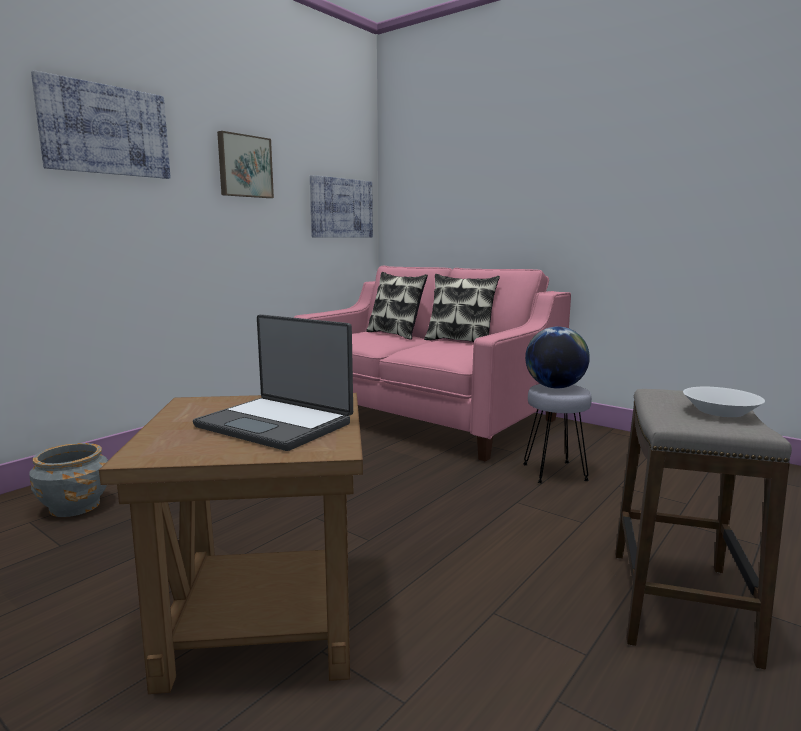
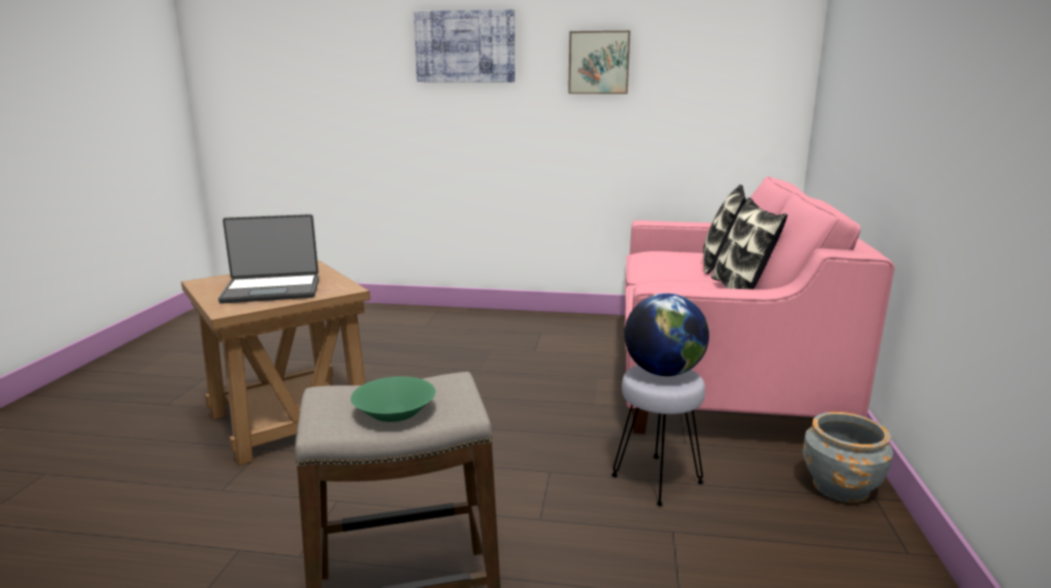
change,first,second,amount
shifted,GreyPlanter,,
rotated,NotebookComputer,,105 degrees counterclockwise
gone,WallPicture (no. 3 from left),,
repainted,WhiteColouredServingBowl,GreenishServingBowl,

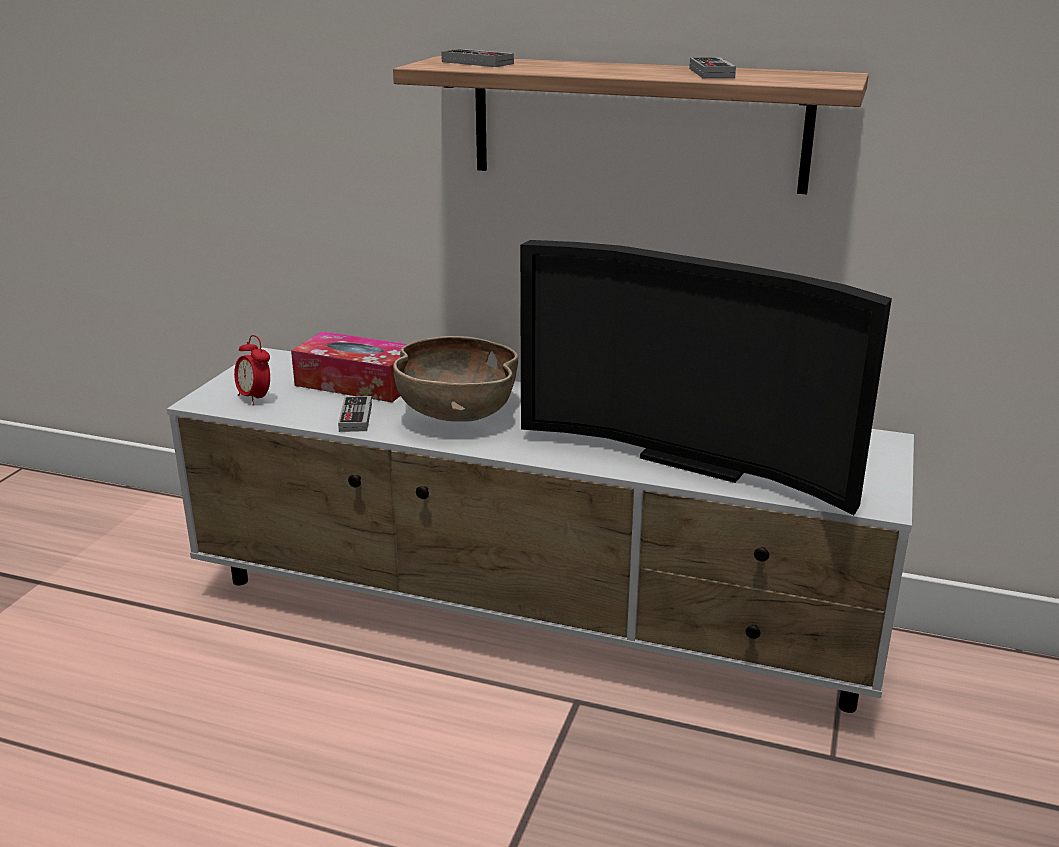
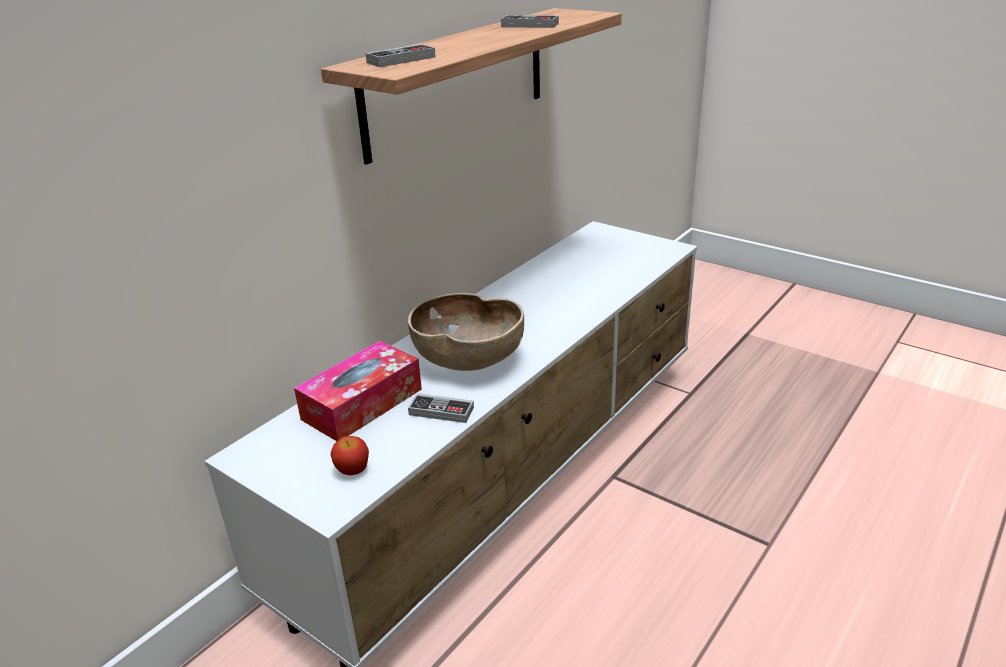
change,first,second,amount
swapped,AlarmClock,WholeApple,
gone,Television,,

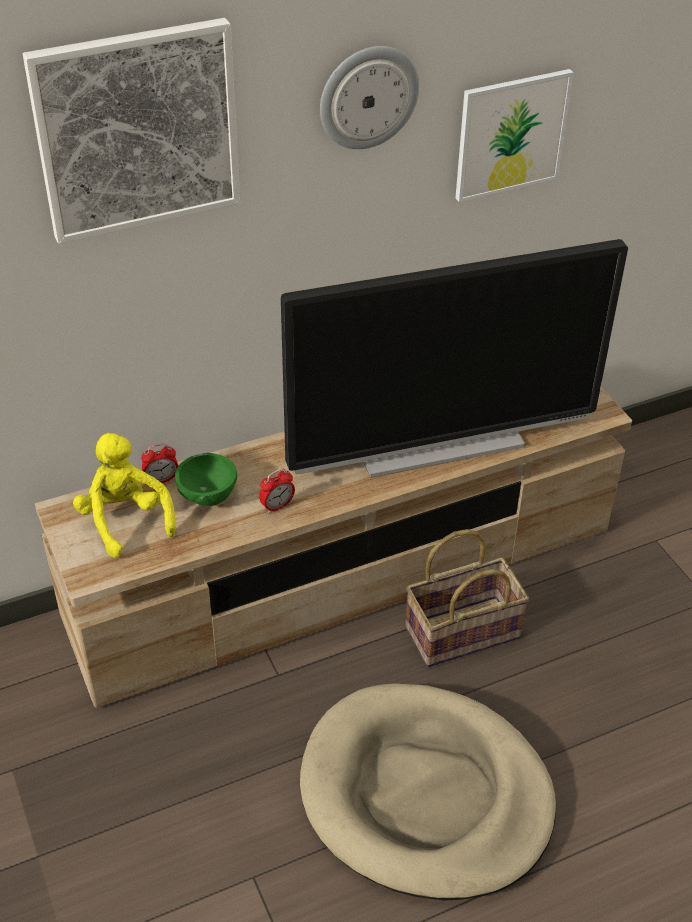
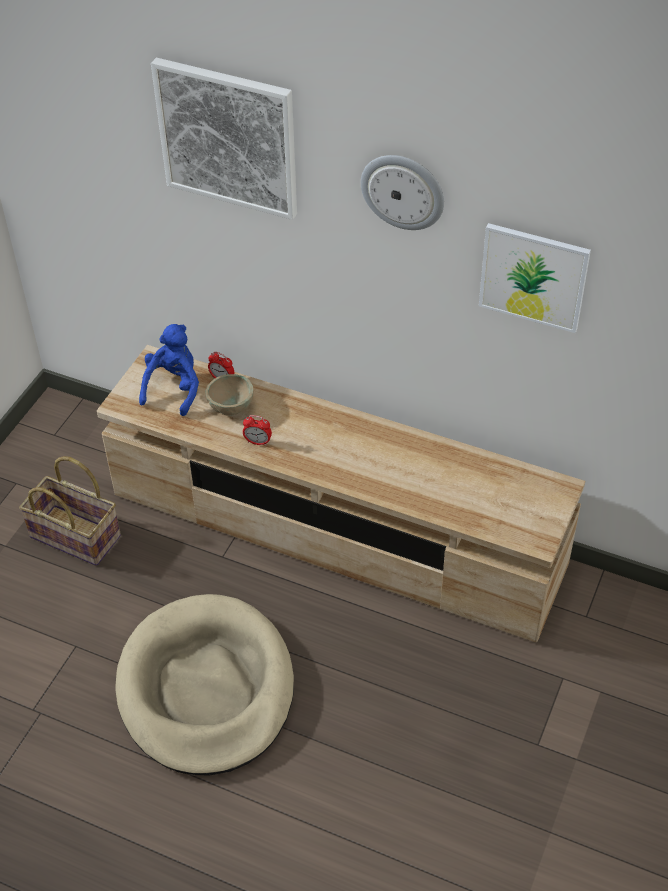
change,first,second,amount
repainted,YellowishSoftToy,BluishSoftToy,
repainted,GreenishServingBowl,BeigeServingBowl,
gone,Television,,
shifted,Basket,,

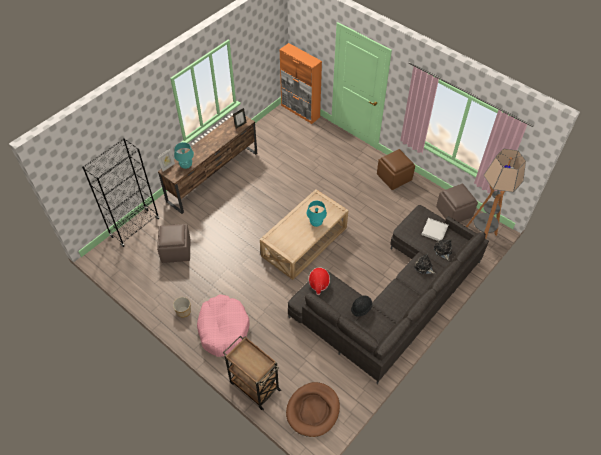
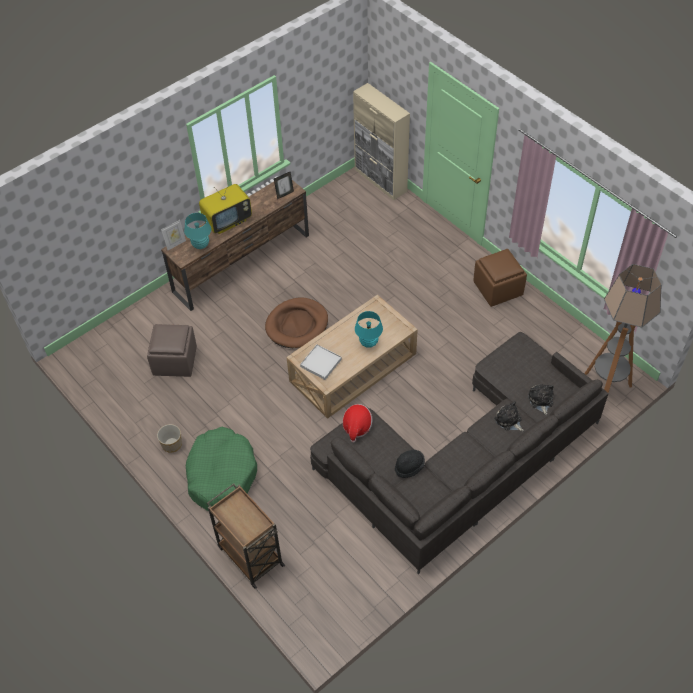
change,first,second,amount
gone,BlackBookshelf,,
repainted,PinkColouredPetBed,GreenishPetBed,
repainted,OrangeCabinet,BeigeCabinet,
shifted,BrownishPetBed,,
shifted,WhiteColouredCarryingTray,,
gone,BrownishOttoman (no. 3 from left),,
new,,Television,

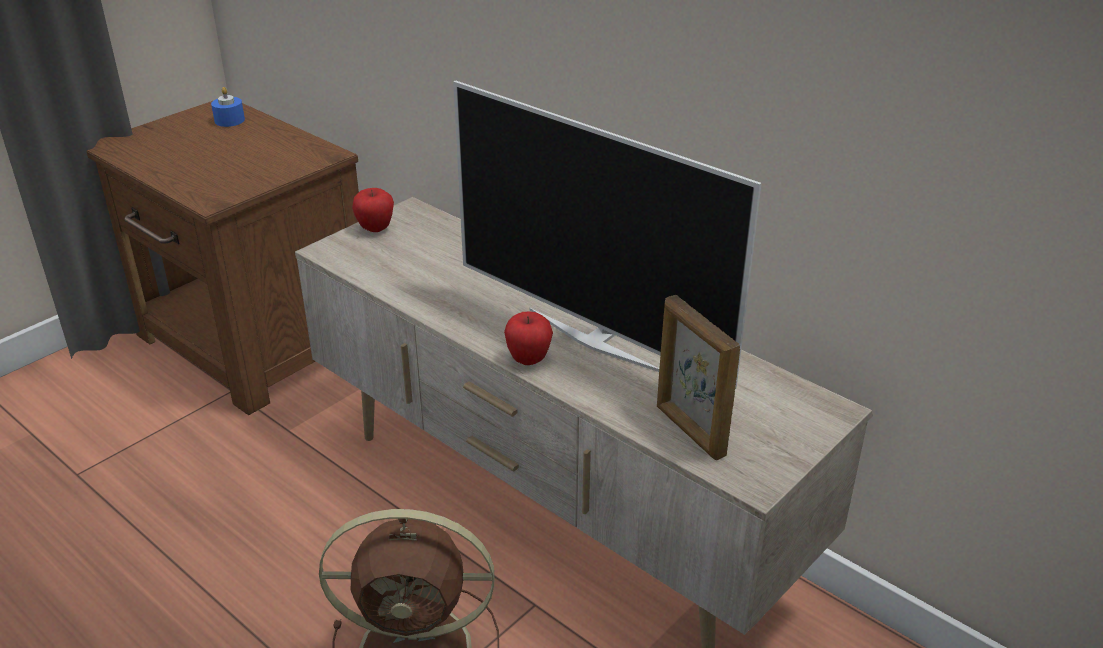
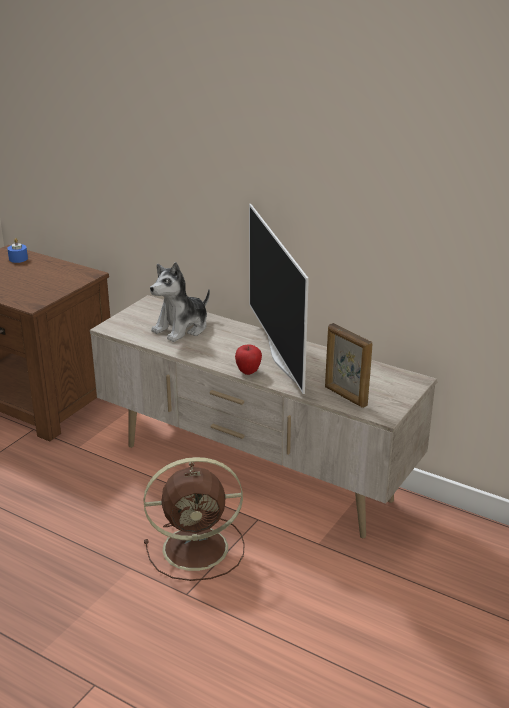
change,first,second,amount
gone,WholeApple (no. 1 from left),,
rotated,Television,,45 degrees clockwise
new,,SoftToy,

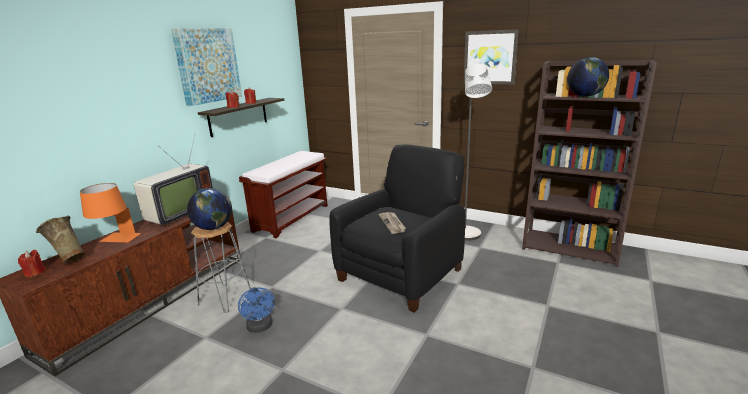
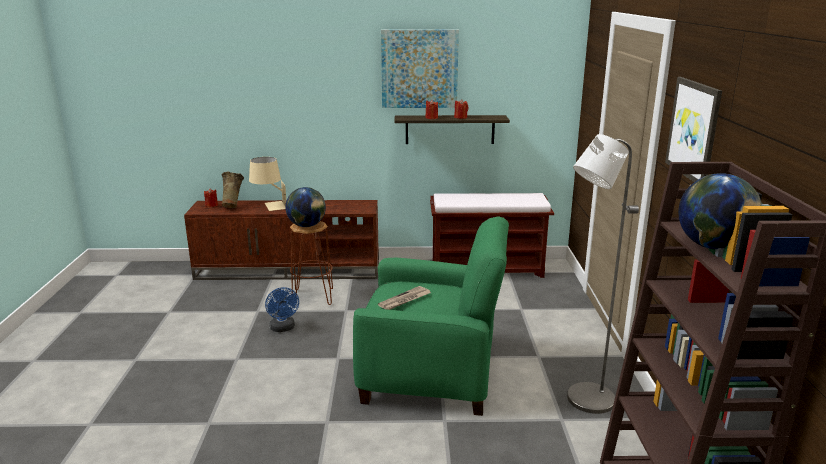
change,first,second,amount
repainted,OrangeTableLamp,BeigeTableLamp,
gone,Television,,
repainted,GreyStoolSeat,BrownishStoolSeat,
rotated,BluishFan,,60 degrees counterclockwise
repainted,BlackEasyChair,GreenishEasyChair,

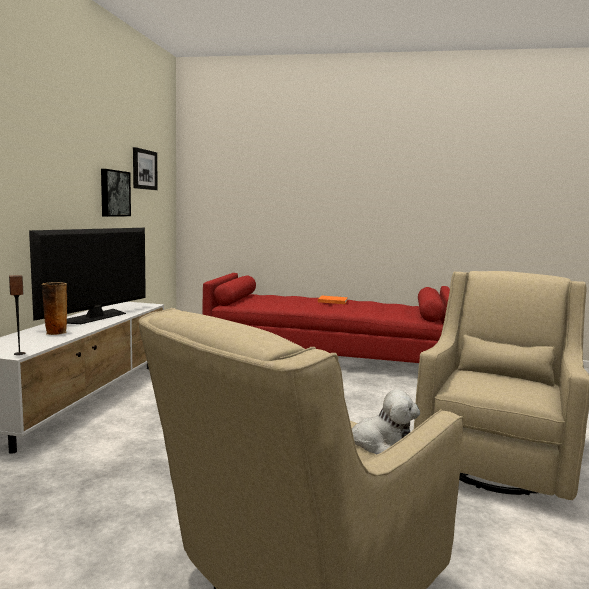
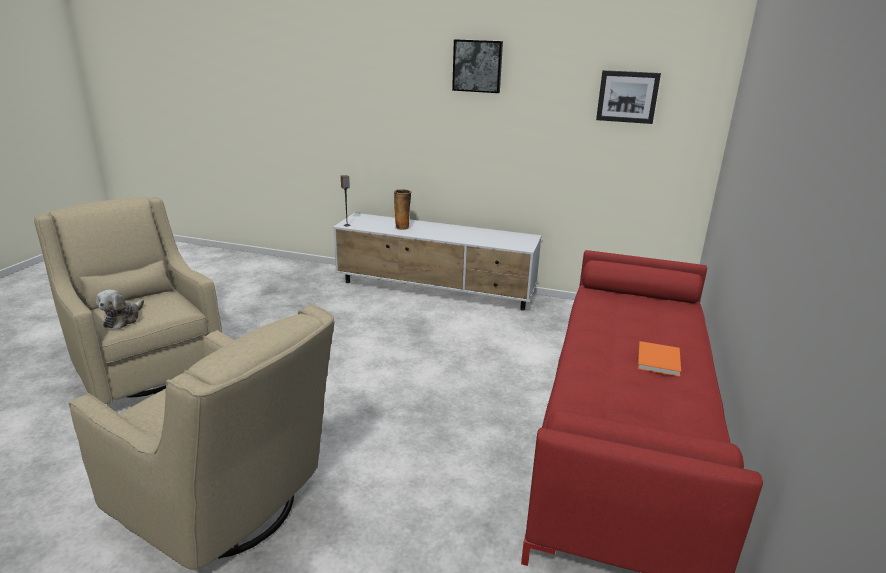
change,first,second,amount
gone,Television,,
shifted,WallPicture (no. 1 from left),,

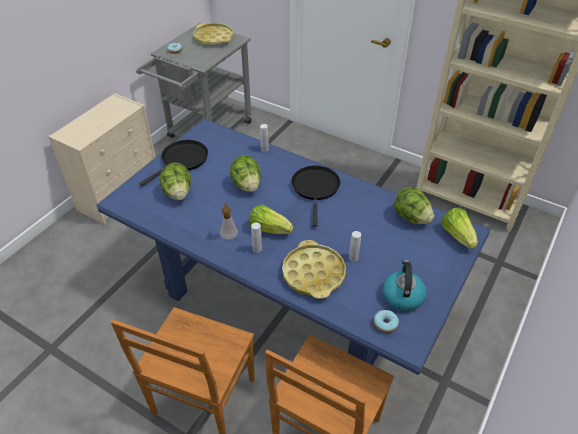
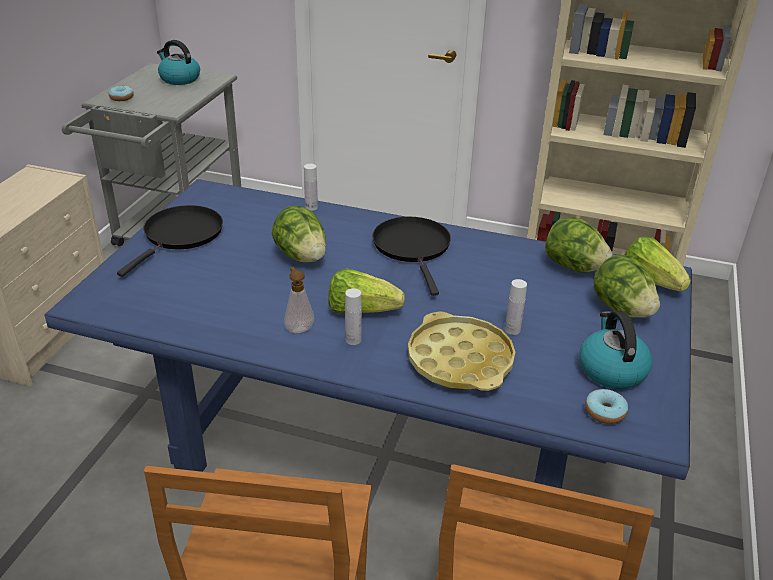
change,first,second,amount
shifted,Lettuce (no. 1 from left in the first image),Lettuce (no. 4 from left),
swapped,YellowishCarryingTray (no. 1 from left),Kettle (no. 1 from left),

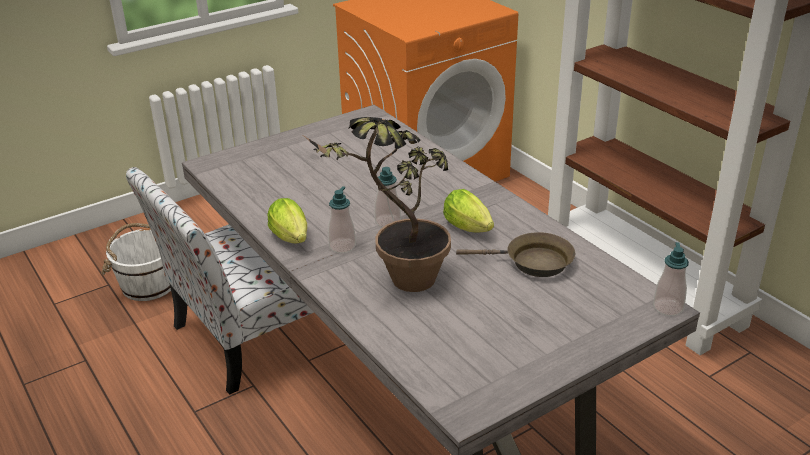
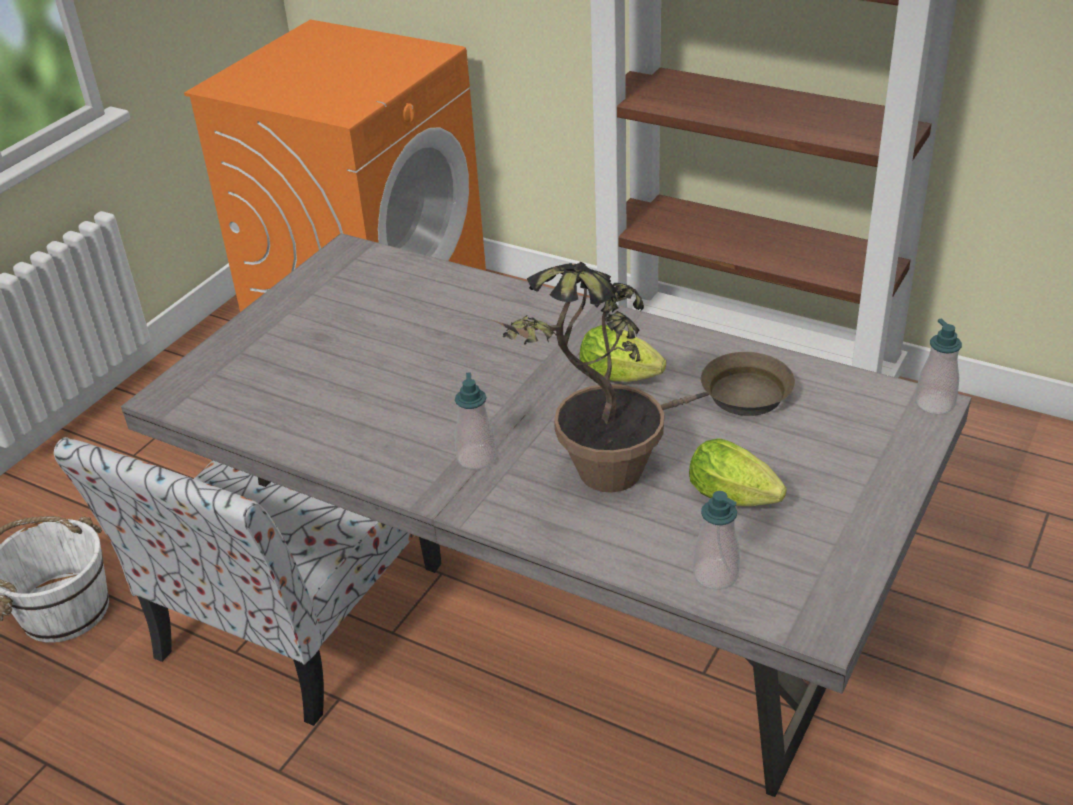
change,first,second,amount
shifted,Lettuce (no. 1 from left in the first image),Lettuce (no. 2 from left),
shifted,SoapBottle (no. 2 from left),,

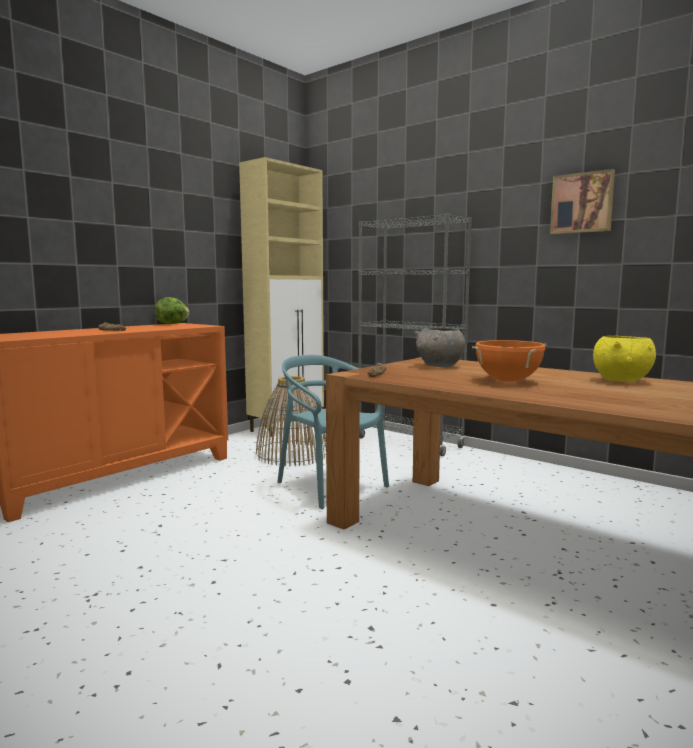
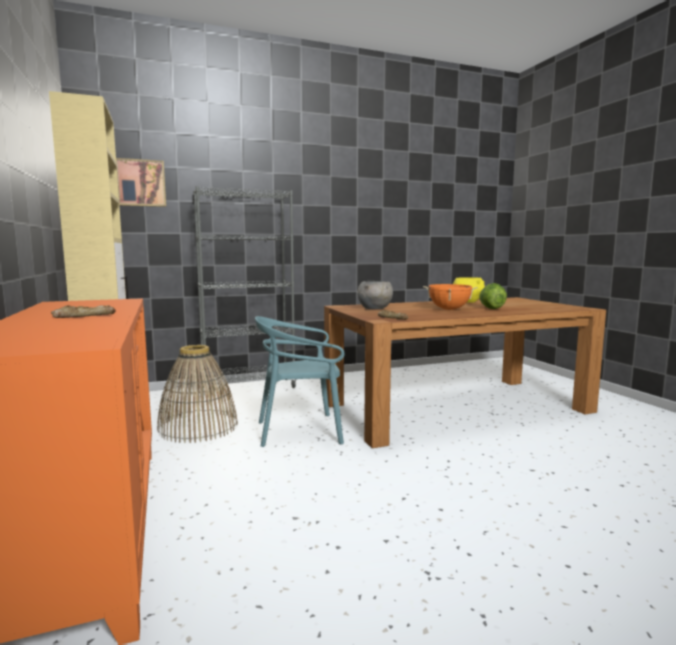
change,first,second,amount
shifted,Lettuce,,
shifted,WallPicture,,

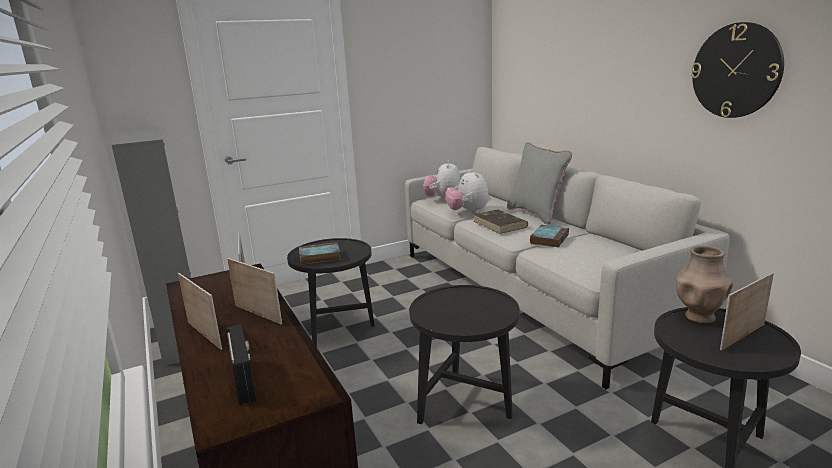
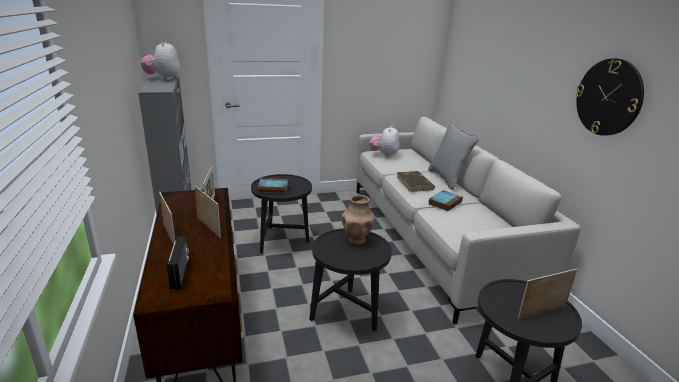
change,first,second,amount
shifted,SoftToy (no. 2 from left in the first image),SoftToy (no. 1 from left),
shifted,BrownishFlowerVase,,

